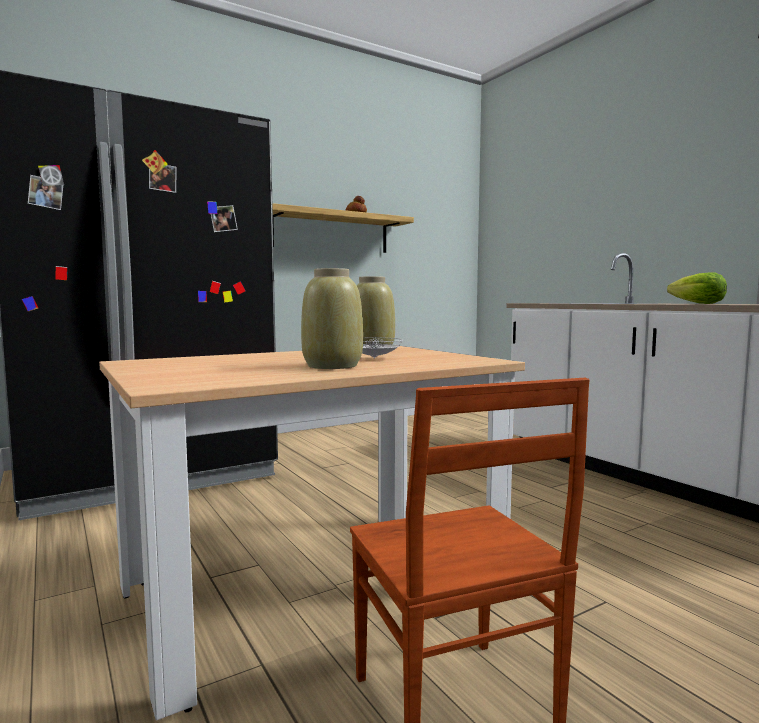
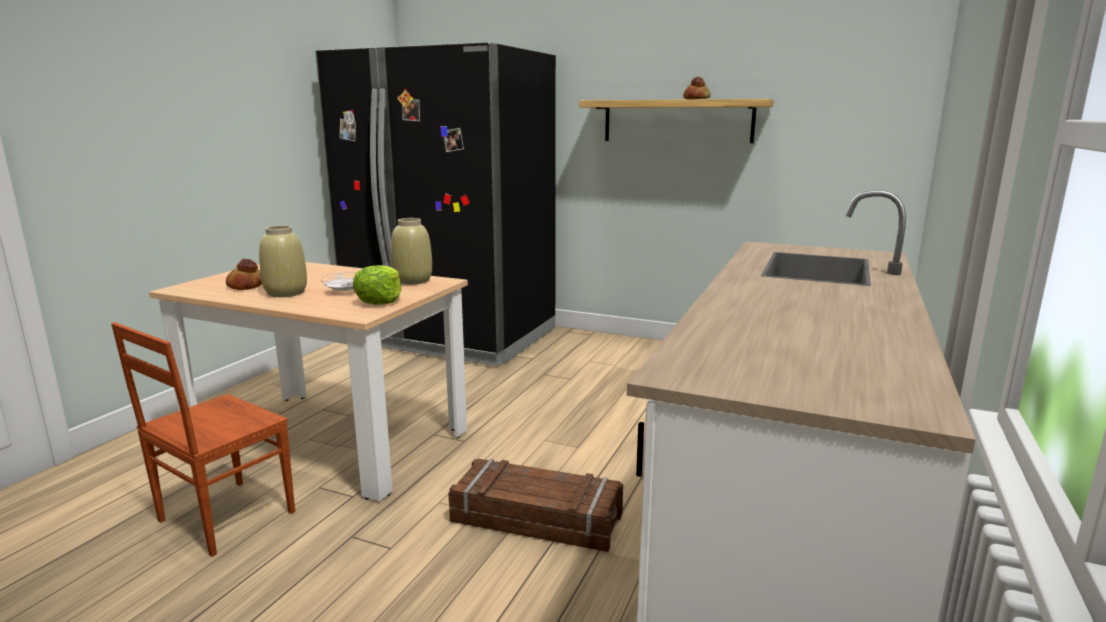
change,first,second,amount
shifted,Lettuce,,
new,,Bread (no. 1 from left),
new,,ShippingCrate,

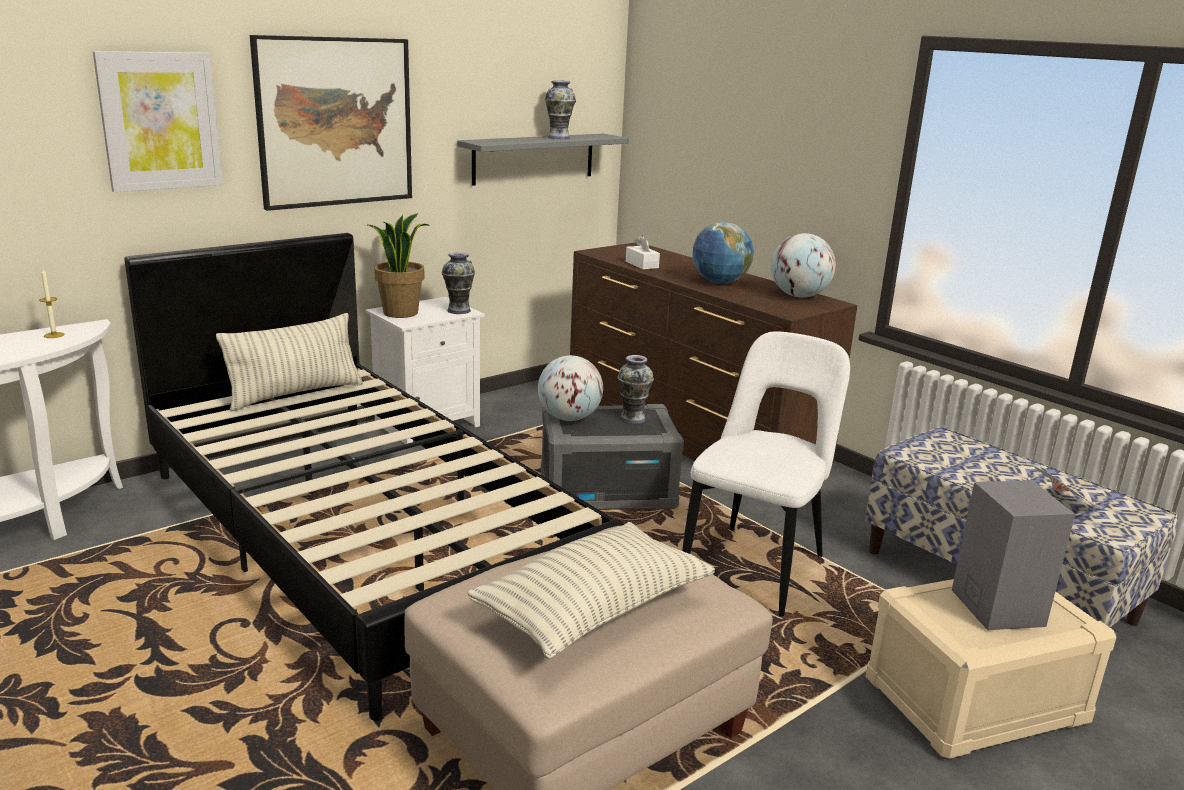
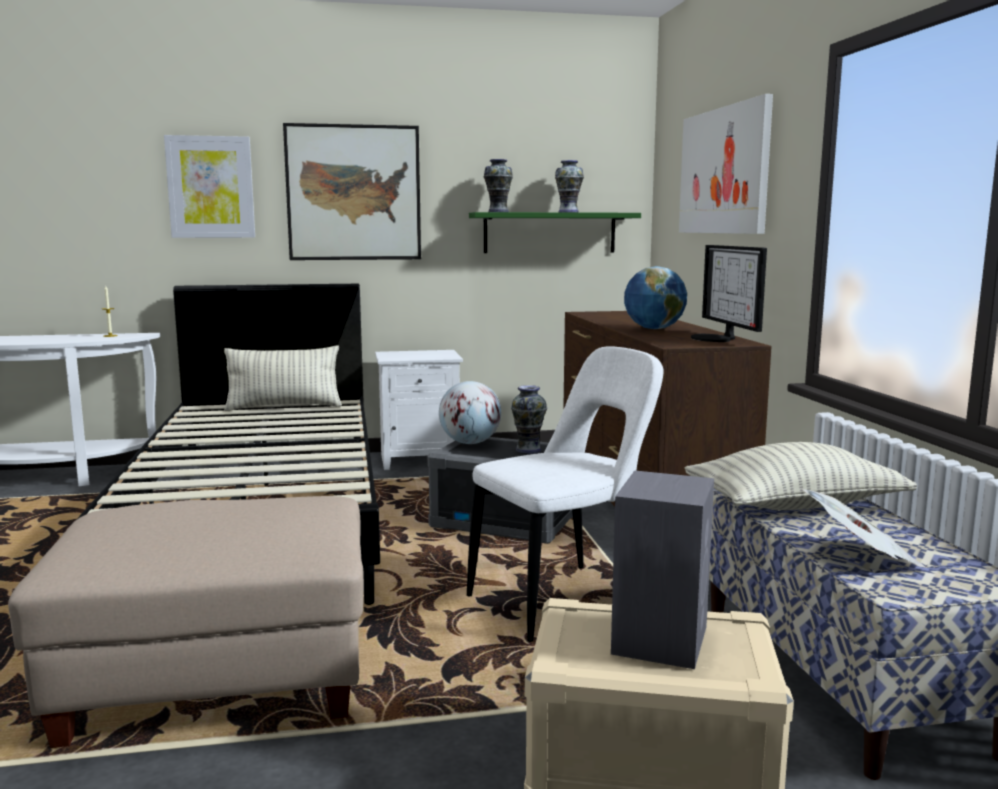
change,first,second,amount
gone,PottedPlant,,
shifted,FlowerVase (no. 1 from left),,
repainted,GreyShelf,GreenishShelf,
shifted,Cushion (no. 2 from left),,
gone,WhiteColouredTissueHolder,,
swapped,DeskGlobe (no. 3 from left),ComputerScreen,
new,,WallPicture (no. 3 from left),

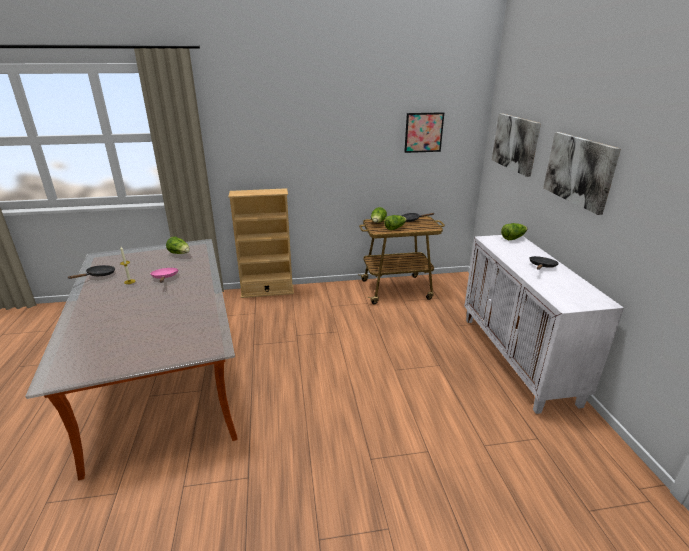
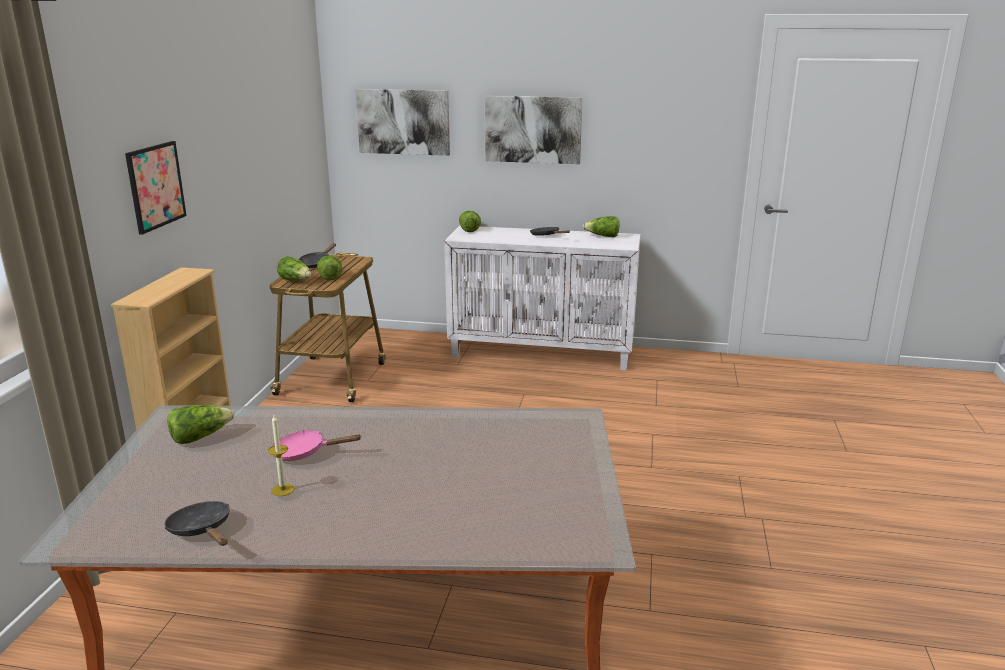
change,first,second,amount
shifted,WallPicture (no. 1 from left),,
new,,Lettuce (no. 5 from left),

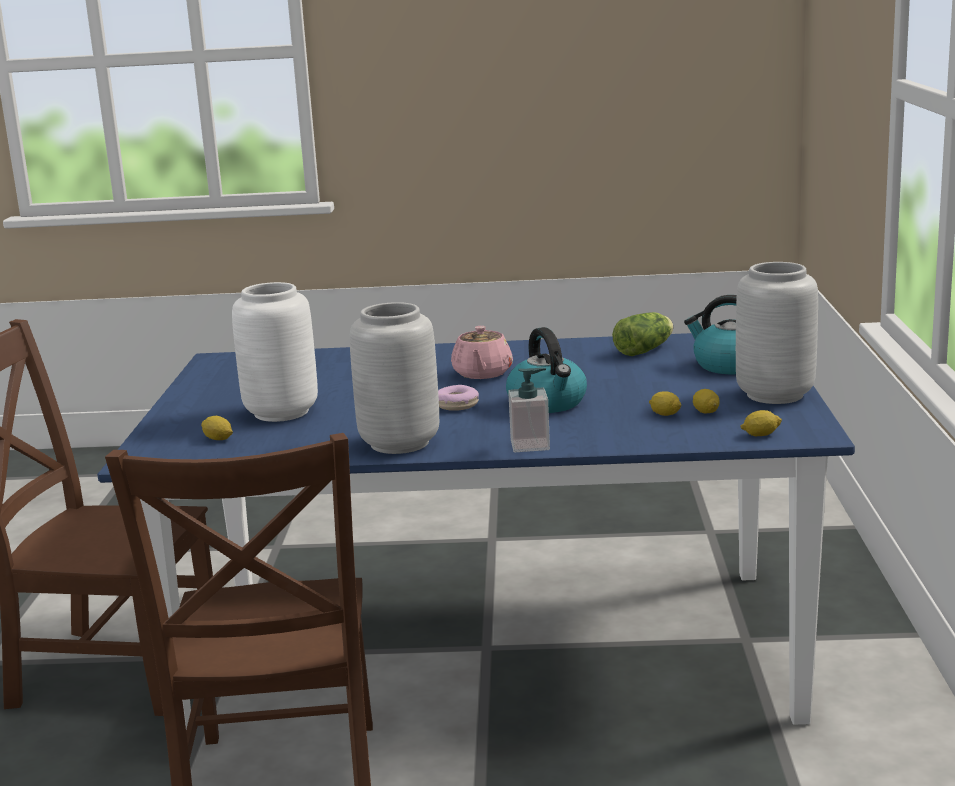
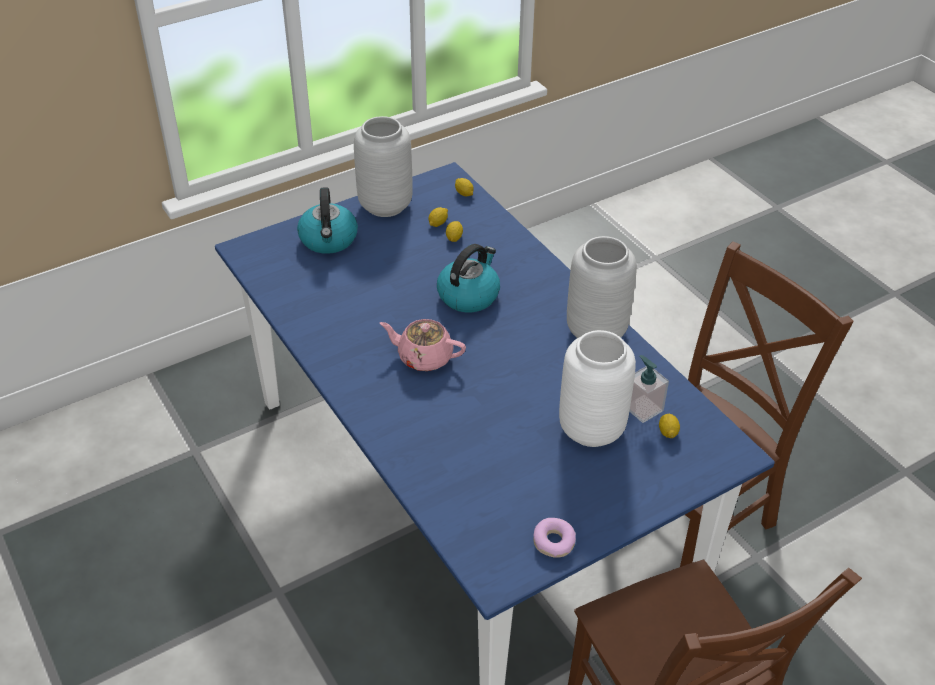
change,first,second,amount
shifted,Doughnut,,
rotated,PinkColouredTeapot,,135 degrees counterclockwise
shifted,SoapBottle,,
gone,Lettuce,,

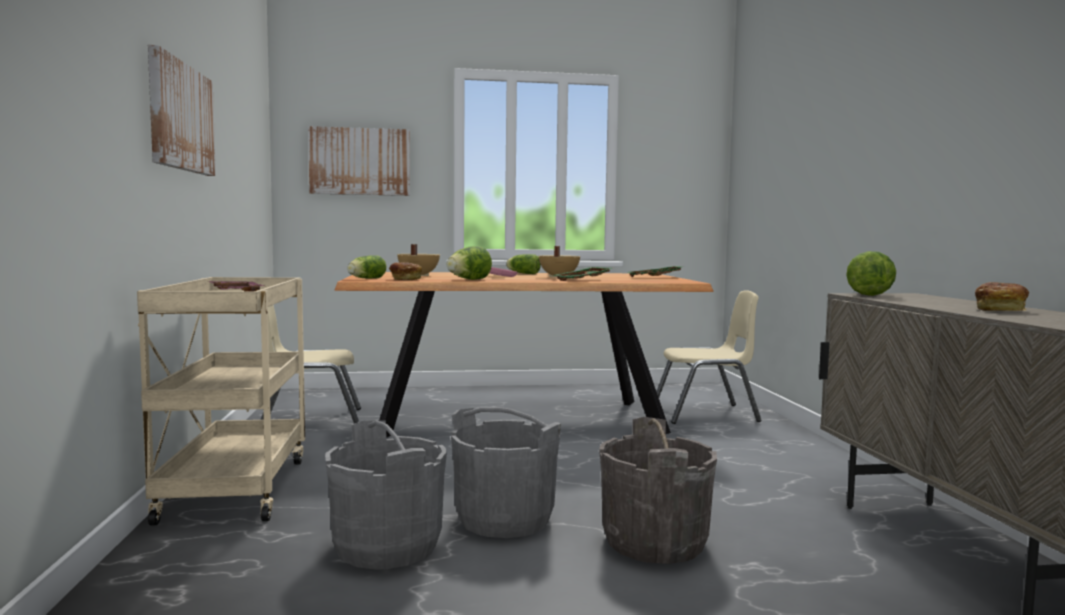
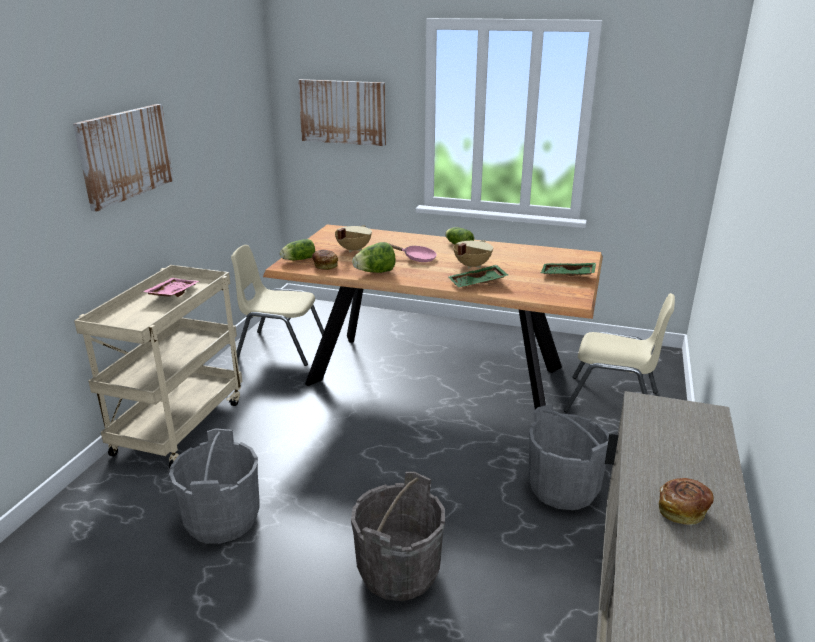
change,first,second,amount
shifted,GreyWaterBucket (no. 2 from left in the first image),GreyWaterBucket (no. 3 from left),
gone,Lettuce (no. 4 from left),,

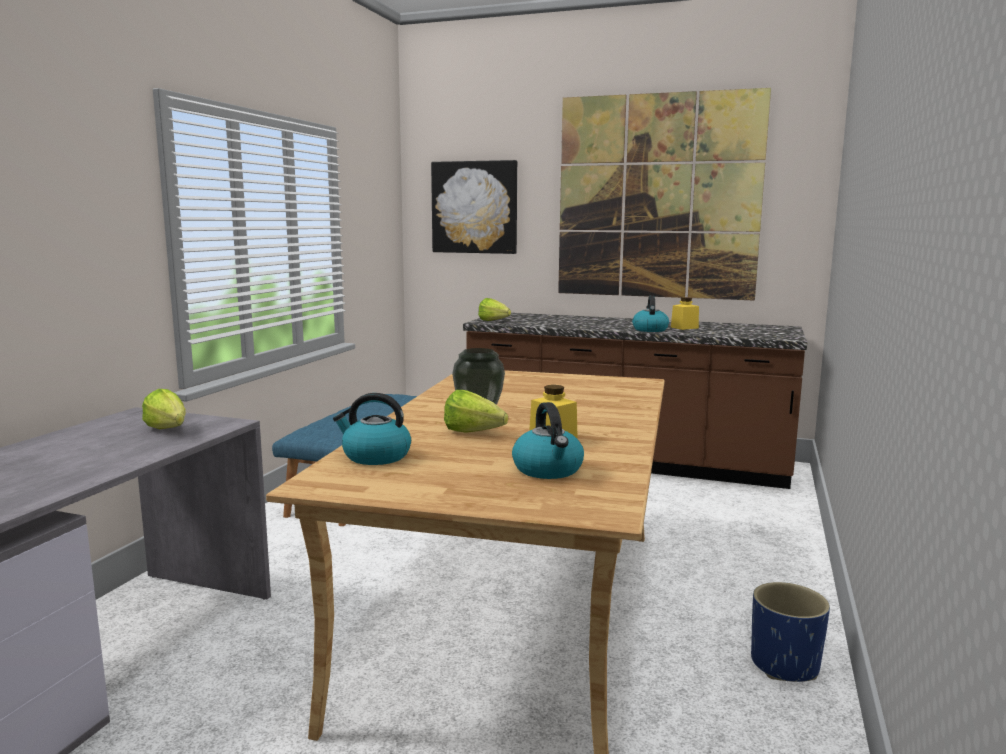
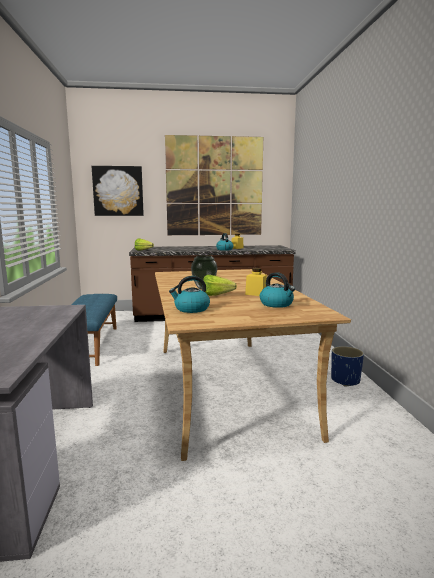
change,first,second,amount
gone,Lettuce (no. 1 from left),,

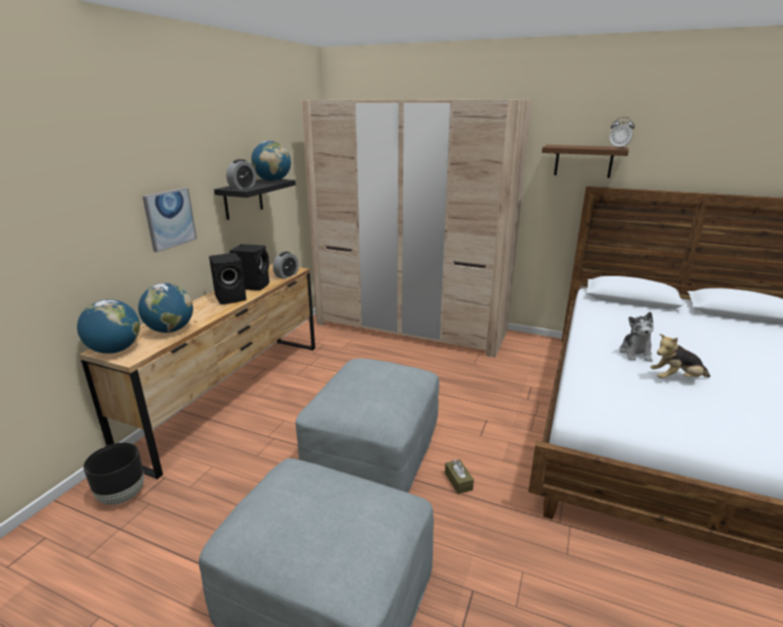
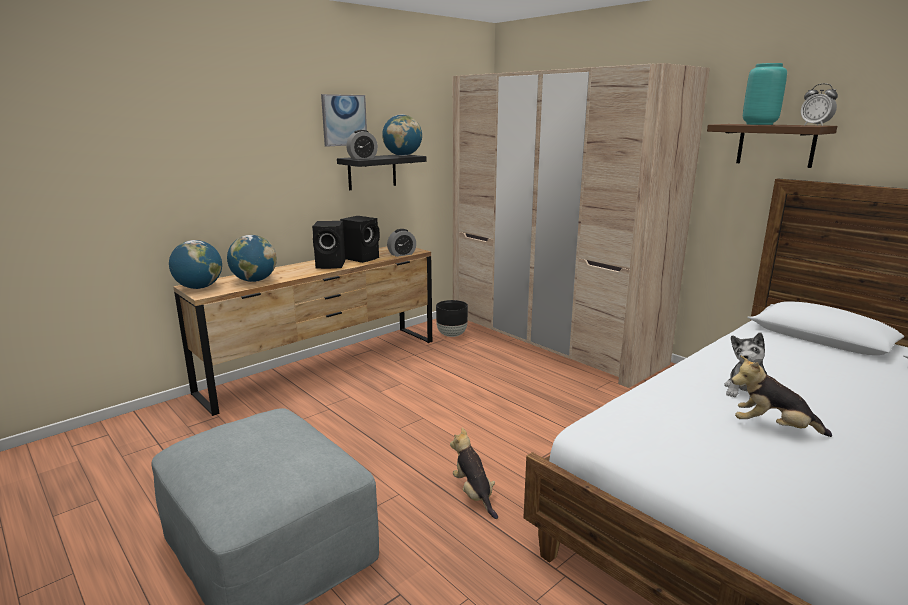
change,first,second,amount
shifted,BlackPlanter,,
shifted,WallPicture,,
gone,GreyOttoman (no. 2 from left),,
swapped,BrownishTissueHolder,SoftToy (no. 1 from left),
new,,TurquoiseColouredFlowerVase,

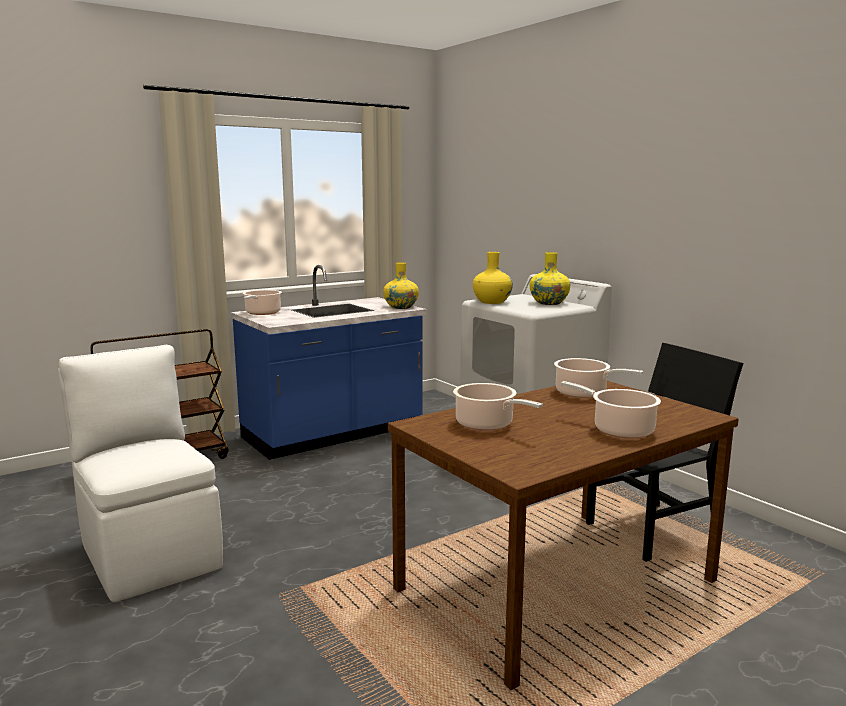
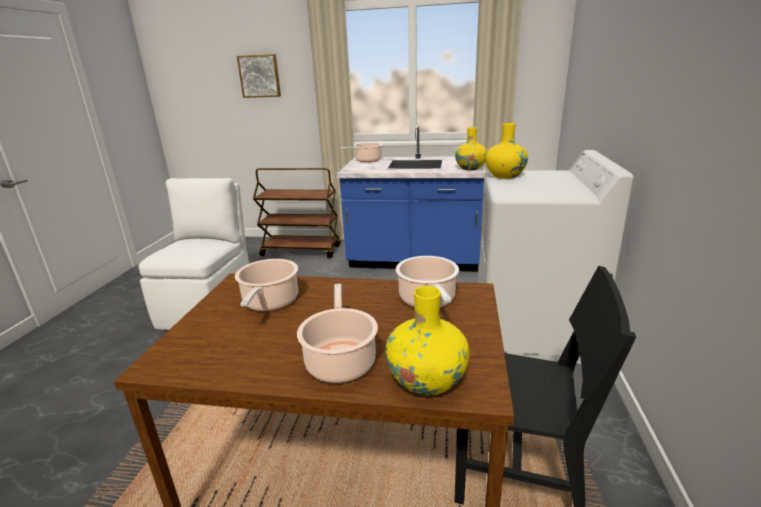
change,first,second,amount
shifted,YellowishFlowerVase (no. 3 from left in the first image),YellowishFlowerVase (no. 1 from left),
new,,WallPicture,

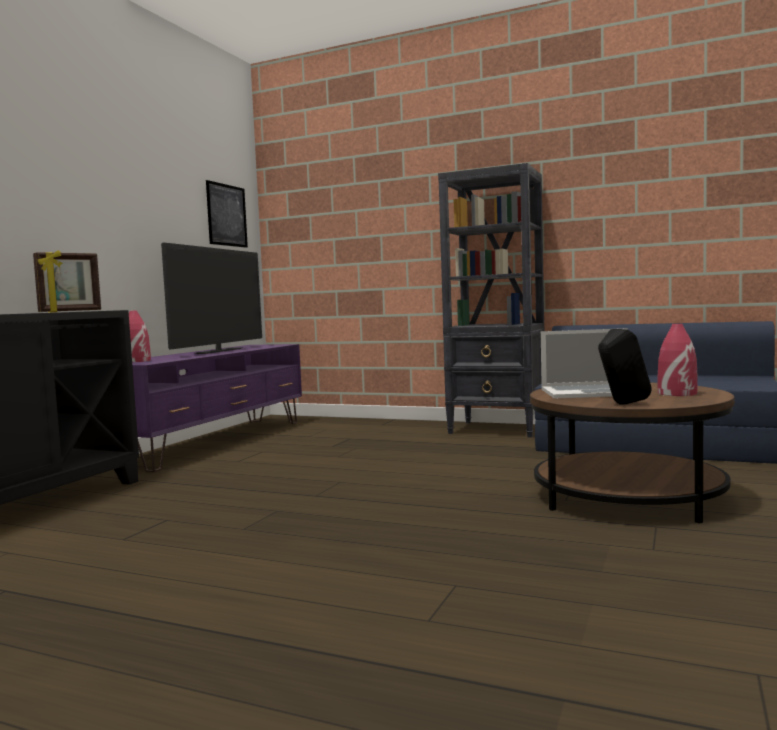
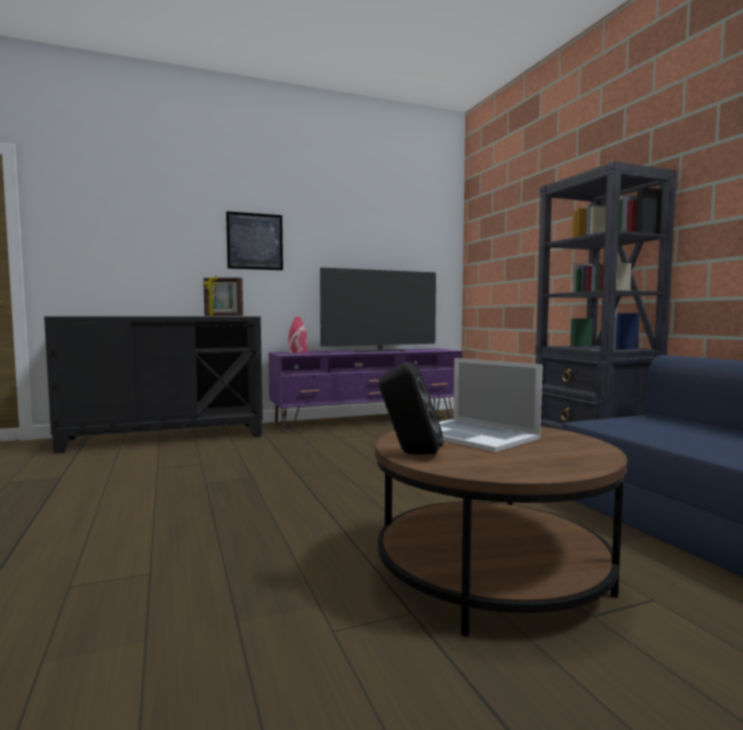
change,first,second,amount
shifted,WallPicture,,
gone,RedColouredFlowerVase (no. 2 from left),,

